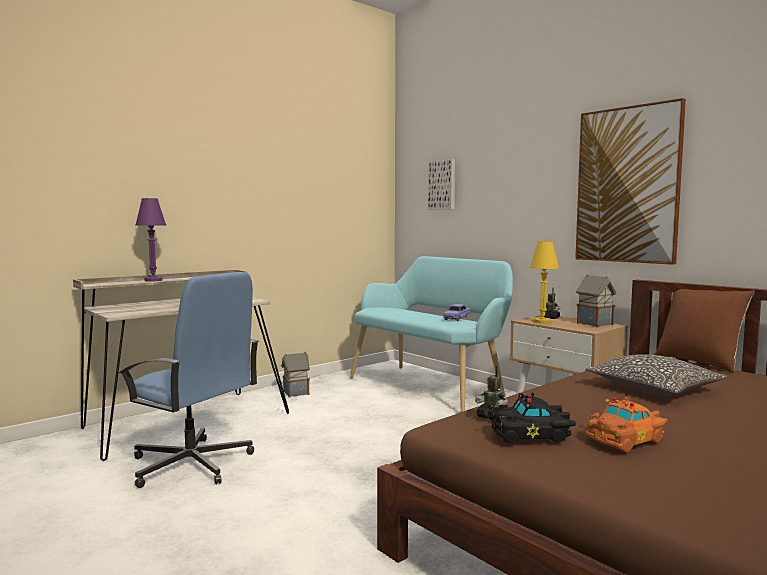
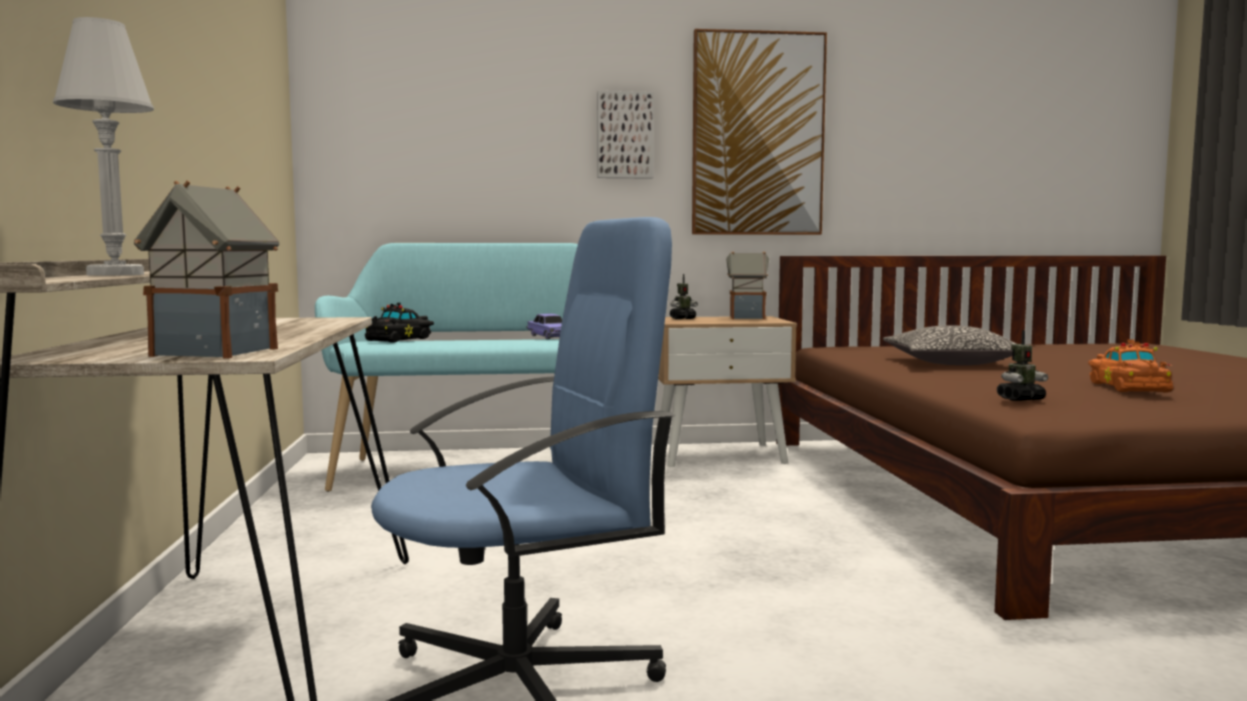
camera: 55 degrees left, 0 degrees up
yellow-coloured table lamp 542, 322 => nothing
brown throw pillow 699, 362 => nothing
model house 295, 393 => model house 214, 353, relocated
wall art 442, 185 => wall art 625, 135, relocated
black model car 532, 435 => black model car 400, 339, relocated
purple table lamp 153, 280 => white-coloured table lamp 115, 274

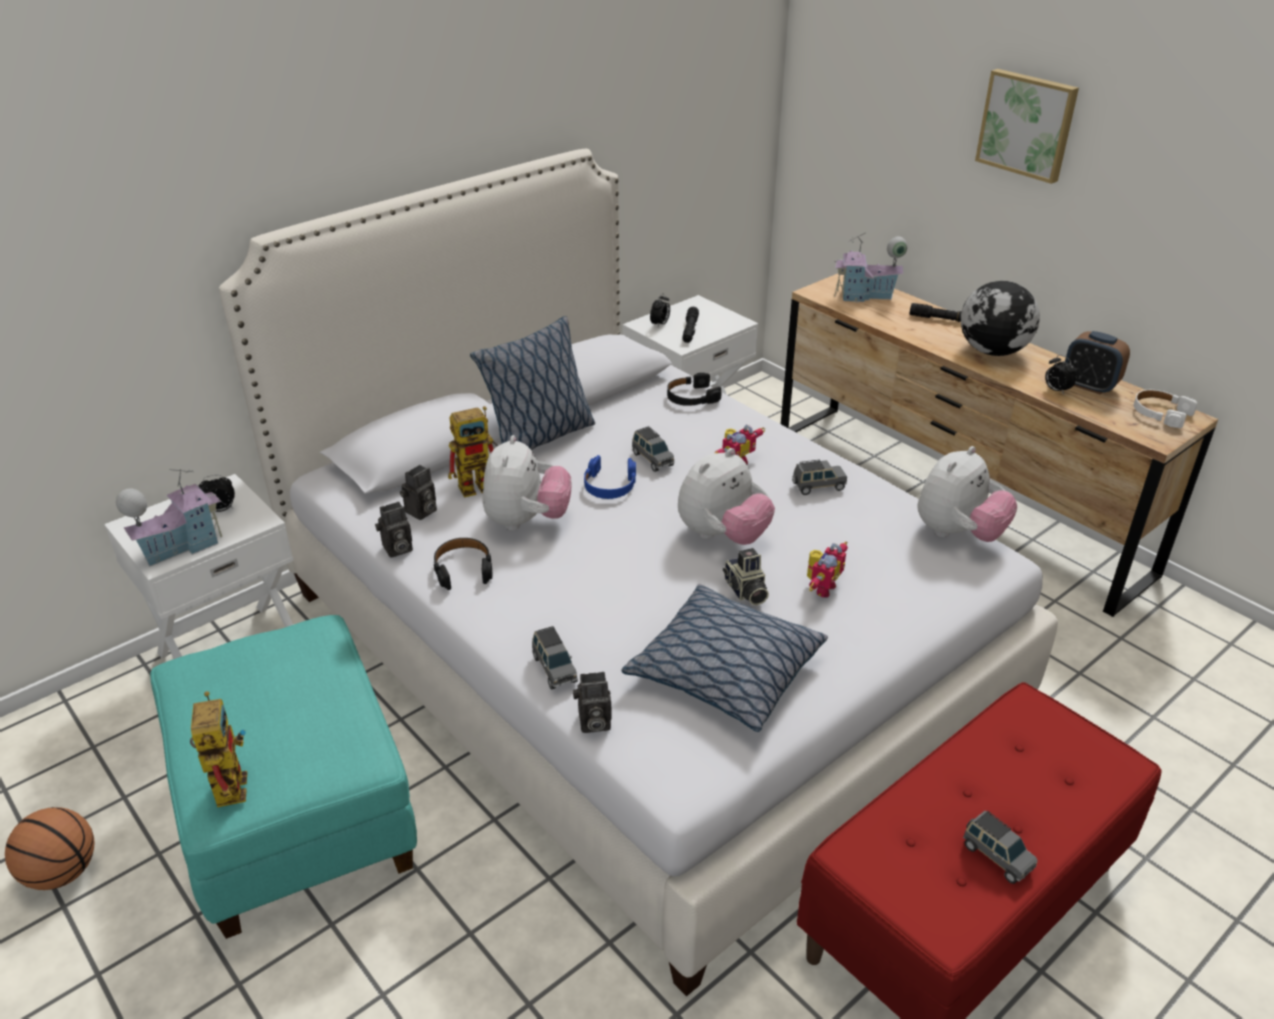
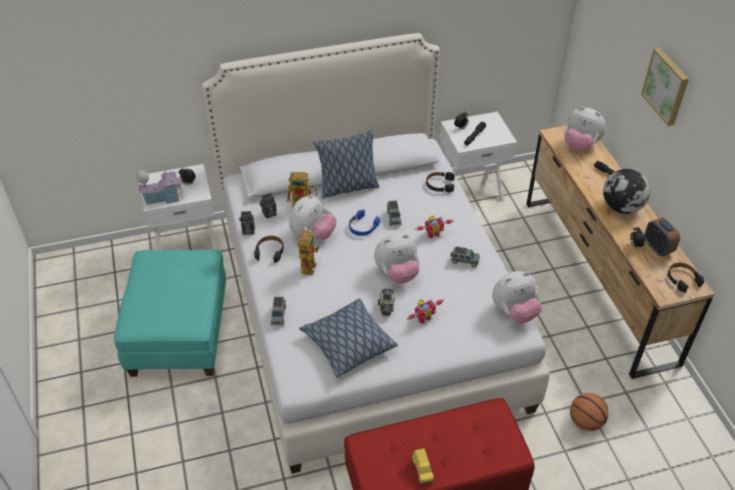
camera: 25 degrees right, 10 degrees up
photo camera 593, 723 => nothing
ball for basketball 62, 872 => ball for basketball 585, 422, relocated
robot figure 227, 782 => robot figure 308, 265, relocated
model house 865, 296 => plush toy 580, 145
greyish model car 996, 856 => yellow-coloured model car 422, 469
white-coloured headphones 1160, 413 => black headphones 682, 279

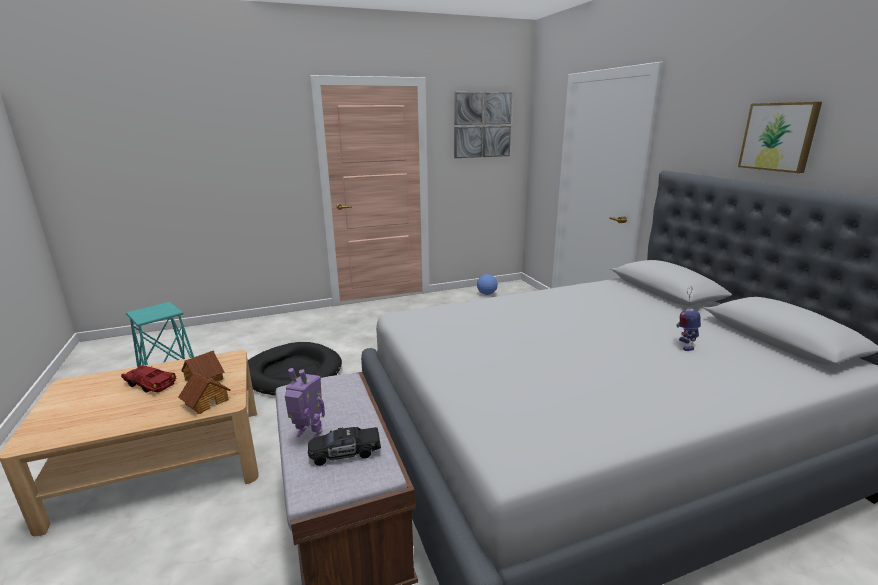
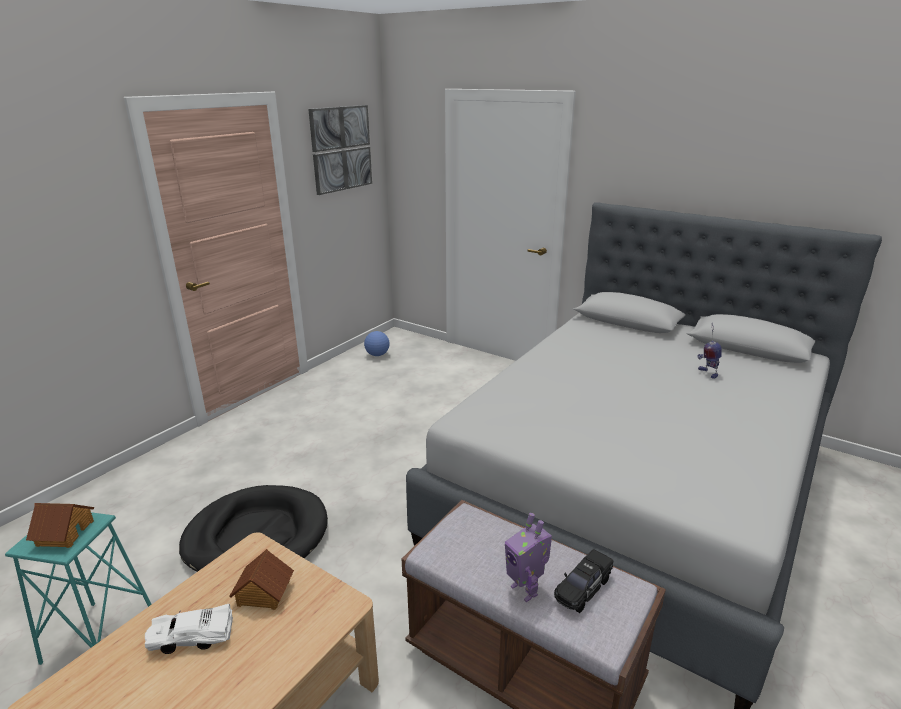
camera: 35 degrees left, 5 degrees up
wall art 779, 136 => nothing
model house 206, 402 => model house 64, 533, relocated
red model car 149, 384 => white-coloured model car 191, 636
robot figure 308, 435 => robot figure 525, 589, 105 degrees counterclockwise

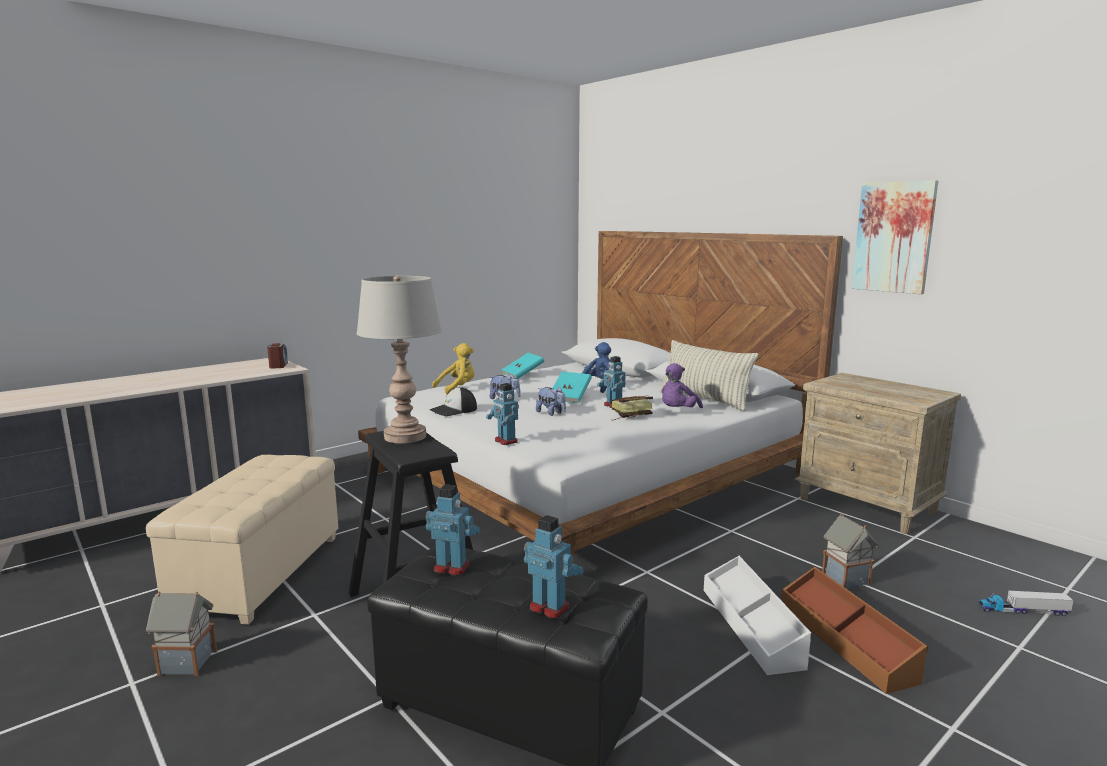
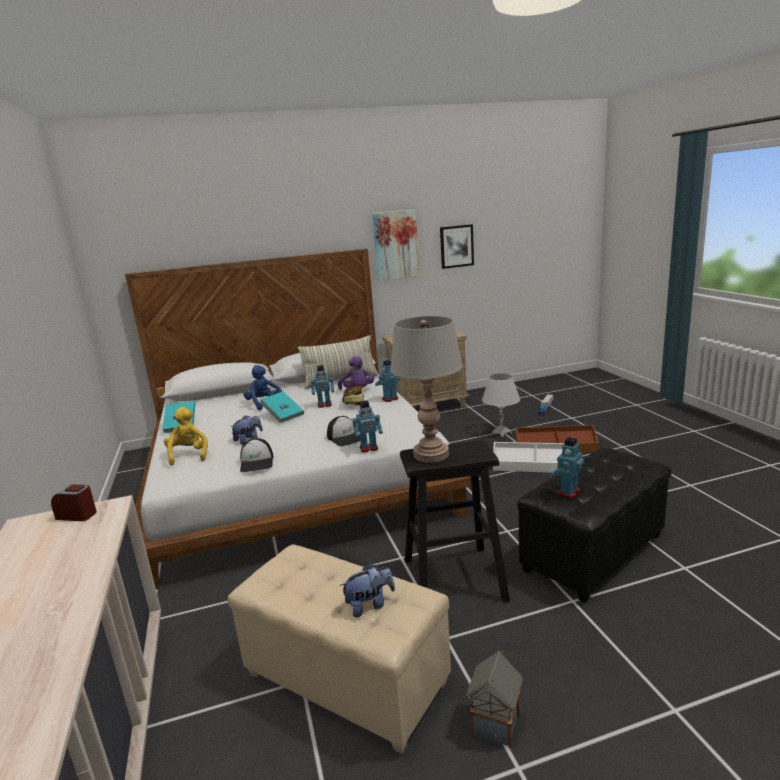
camera: 65 degrees left, 5 degrees up
nothing => baseball cap 346, 437
nothing => wall art 456, 246
robot figure 550, 607 => robot figure 390, 399, relocated
plush toy 551, 413 => plush toy 369, 605, relocated
model house 846, 579 => white-coloured table lamp 501, 433

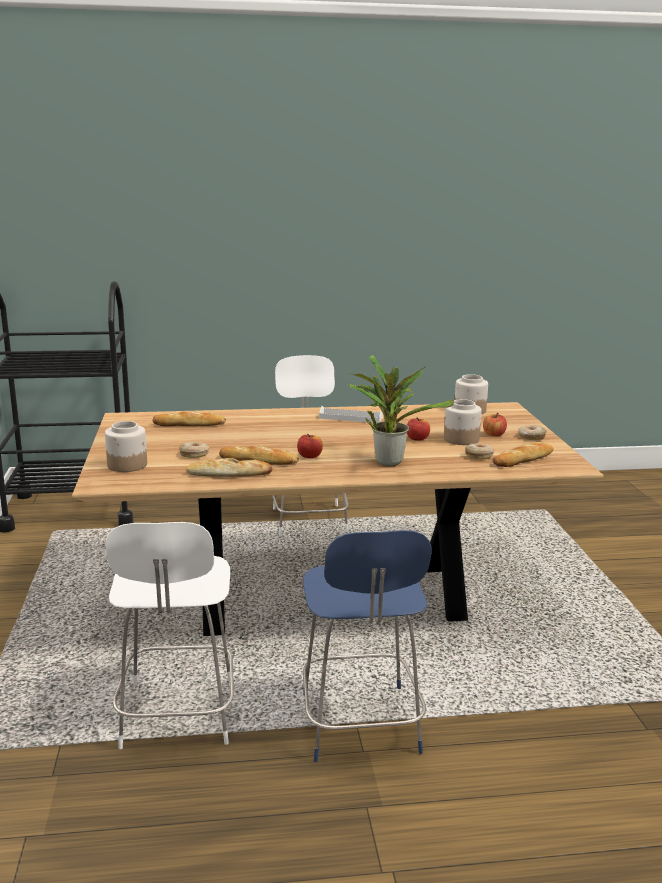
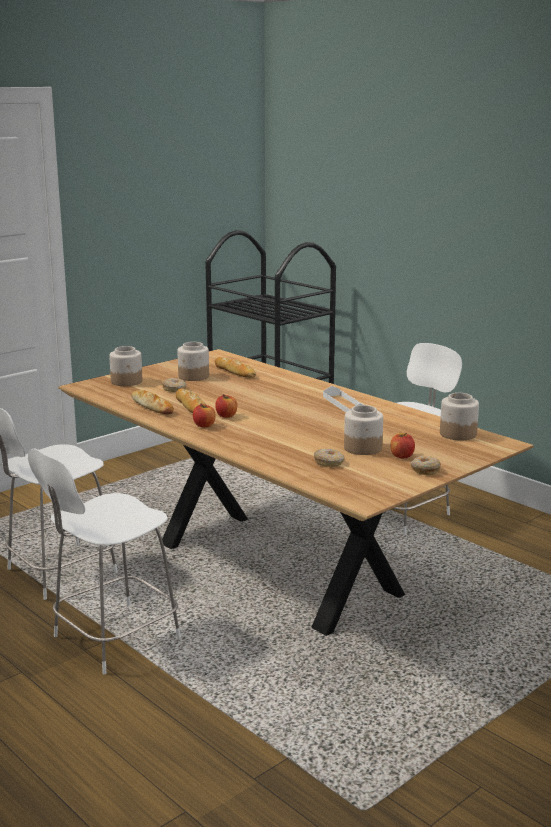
camera: 55 degrees right, 0 degrees up
houseplant 387, 460 => nothing
bakery bread 523, 459 => nothing
nothing => jar 193, 376
apple 417, 439 => apple 204, 425, relocated
blue chair 360, 726 => white-coloured chair 112, 639

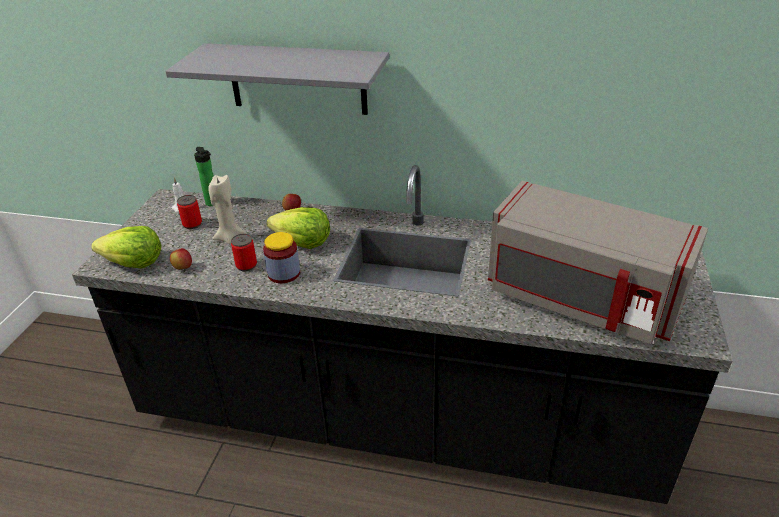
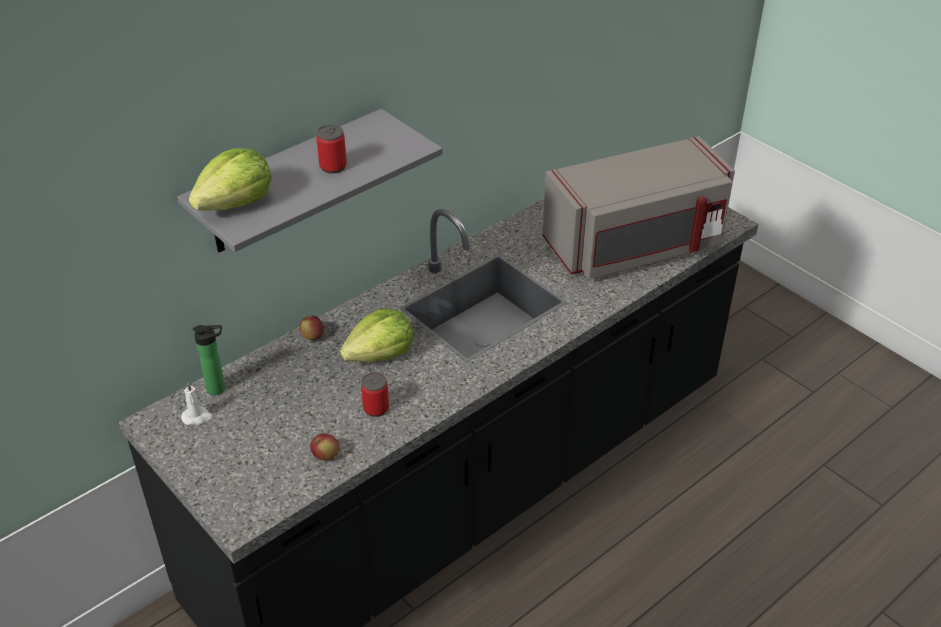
camera: 55 degrees left, 5 degrees up
sand-coloured candle 230, 238 => nothing
jar 284, 273 => nothing
head of lettuce 134, 263 => head of lettuce 236, 203, relocated
metal can 192, 224 => metal can 333, 166, relocated

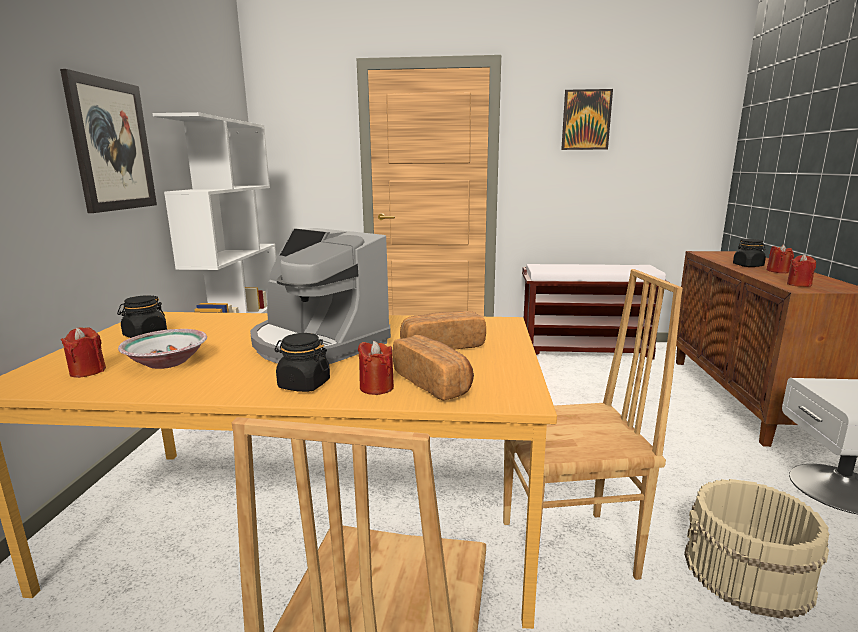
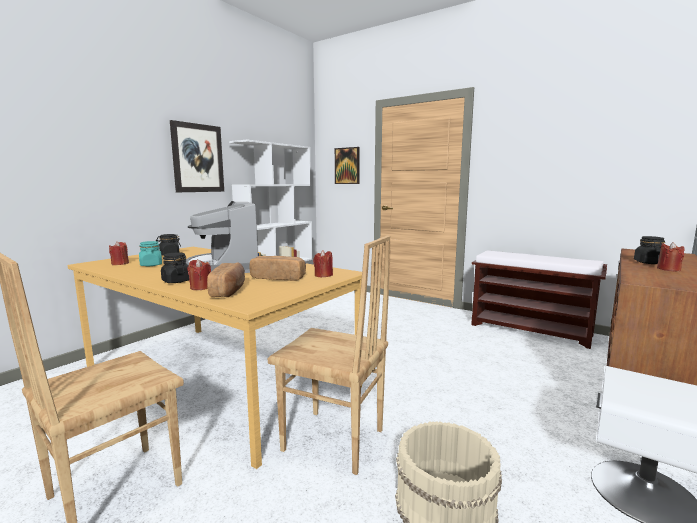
camera: 30 degrees right, 5 degrees down
wall art 586, 120 => wall art 347, 166, relocated
red candle 799, 284 => red candle 323, 275, relocated
bowl 166, 362 => turquoise jar 151, 265

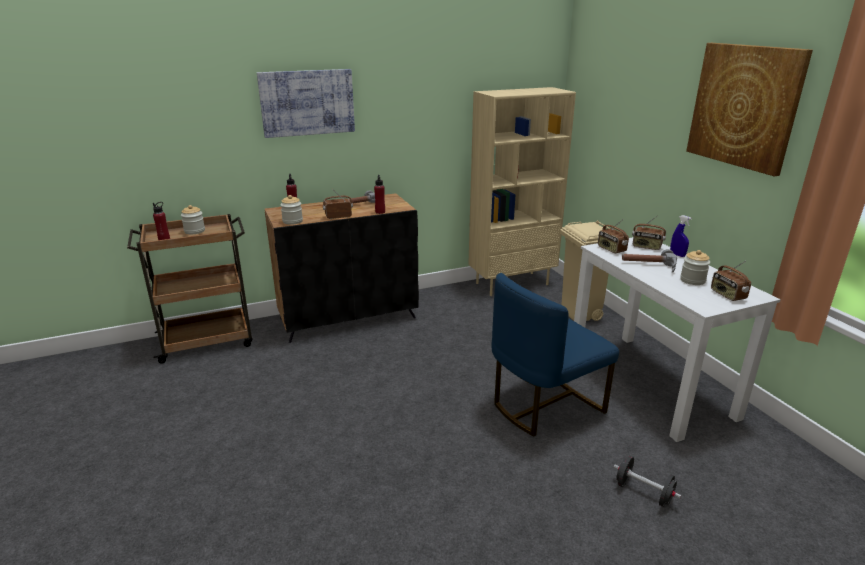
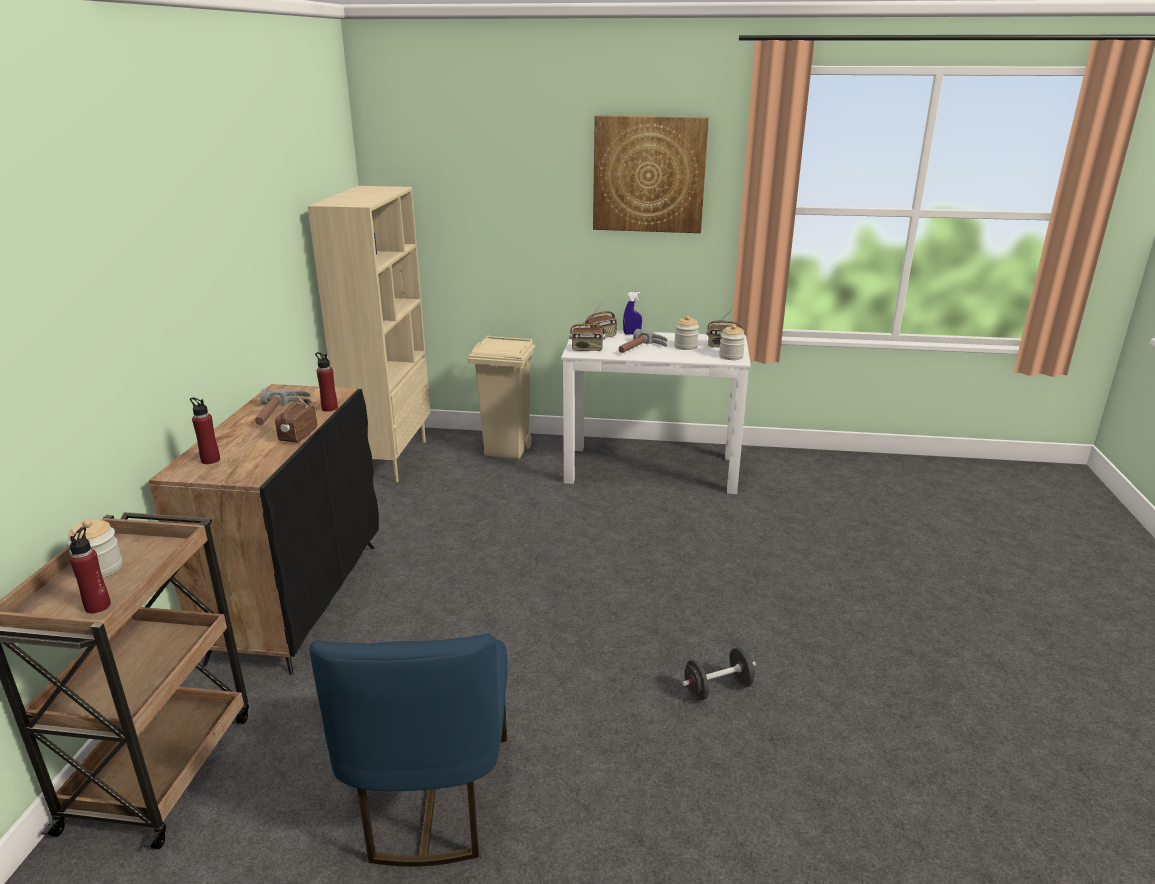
camera: 60 degrees left, 0 degrees up
wall art 307, 102 => nothing
jar 292, 221 => jar 731, 356, relocated
blue chair 544, 405 => blue chair 430, 796, relocated
black free weight 643, 492 => black free weight 718, 688, relocated

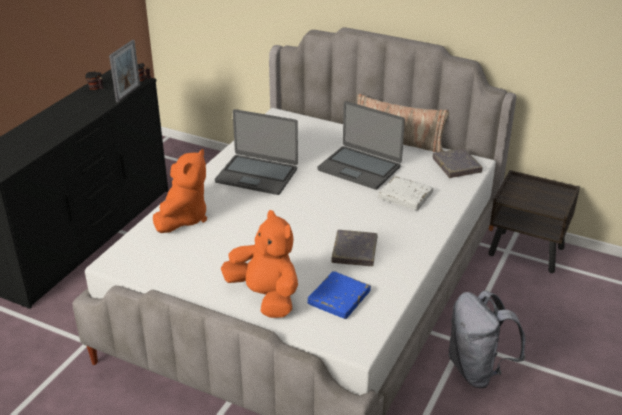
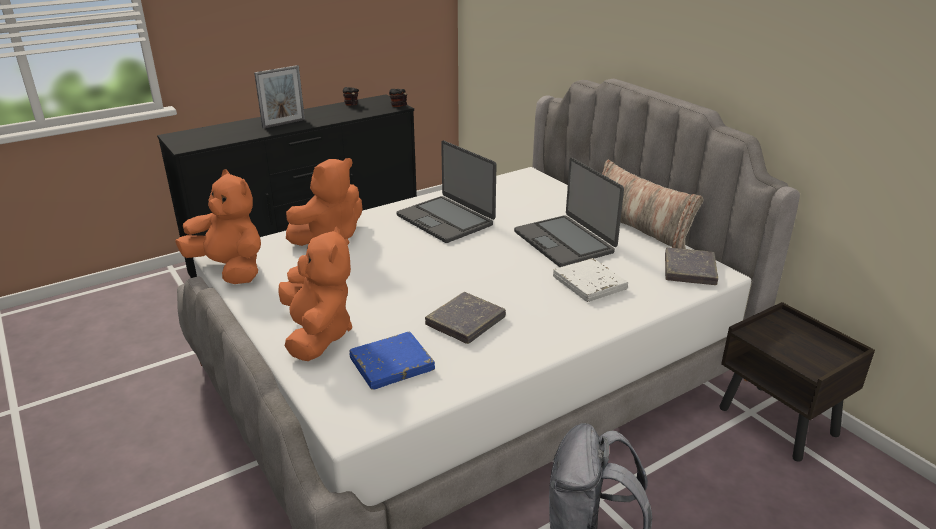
camera: 30 degrees right, 5 degrees down
nothing => orange plush toy 230, 269
photo frame 128, 93 => photo frame 284, 123, relocated

